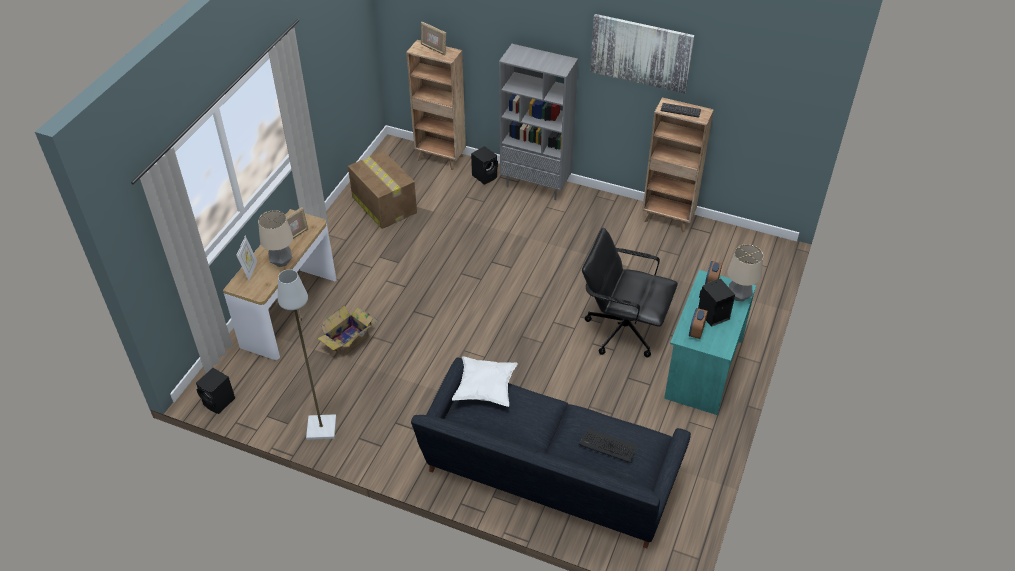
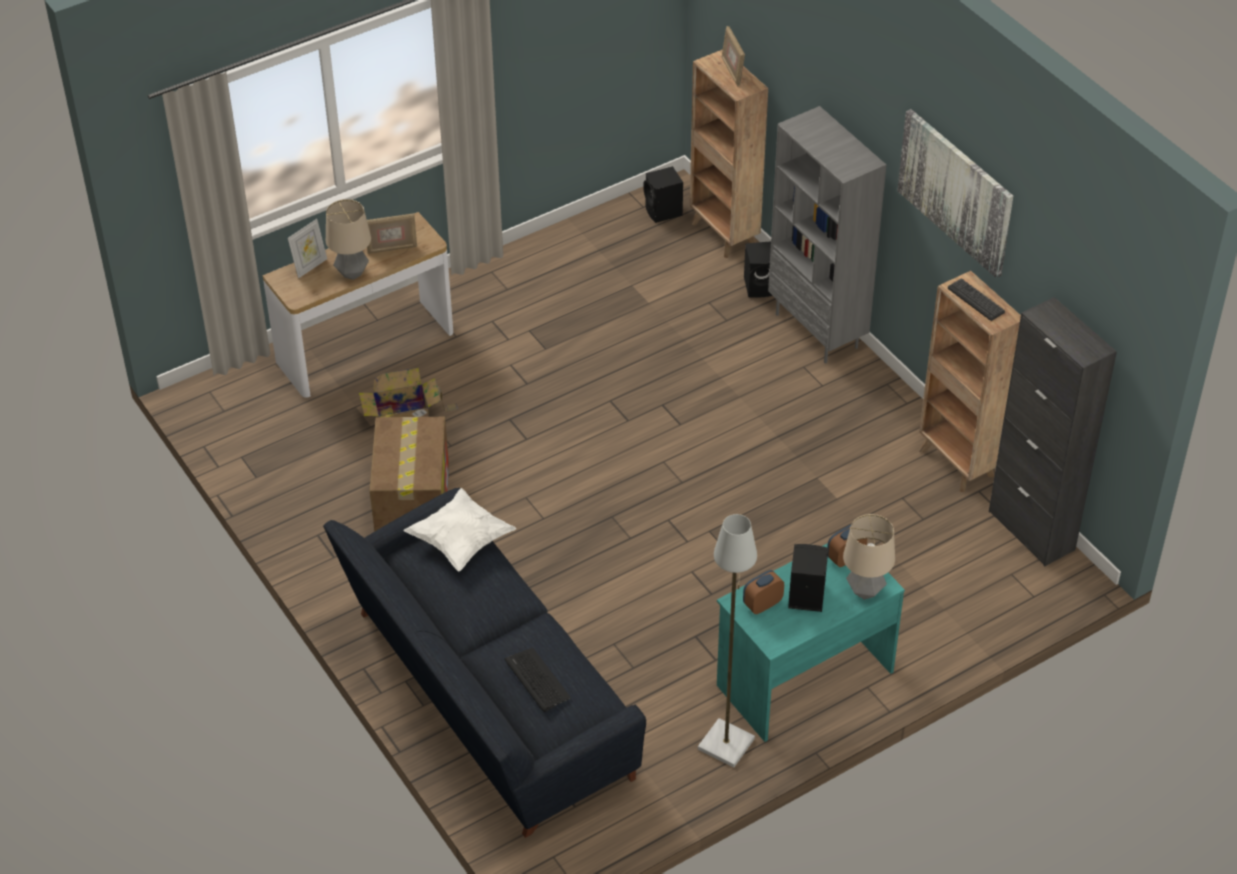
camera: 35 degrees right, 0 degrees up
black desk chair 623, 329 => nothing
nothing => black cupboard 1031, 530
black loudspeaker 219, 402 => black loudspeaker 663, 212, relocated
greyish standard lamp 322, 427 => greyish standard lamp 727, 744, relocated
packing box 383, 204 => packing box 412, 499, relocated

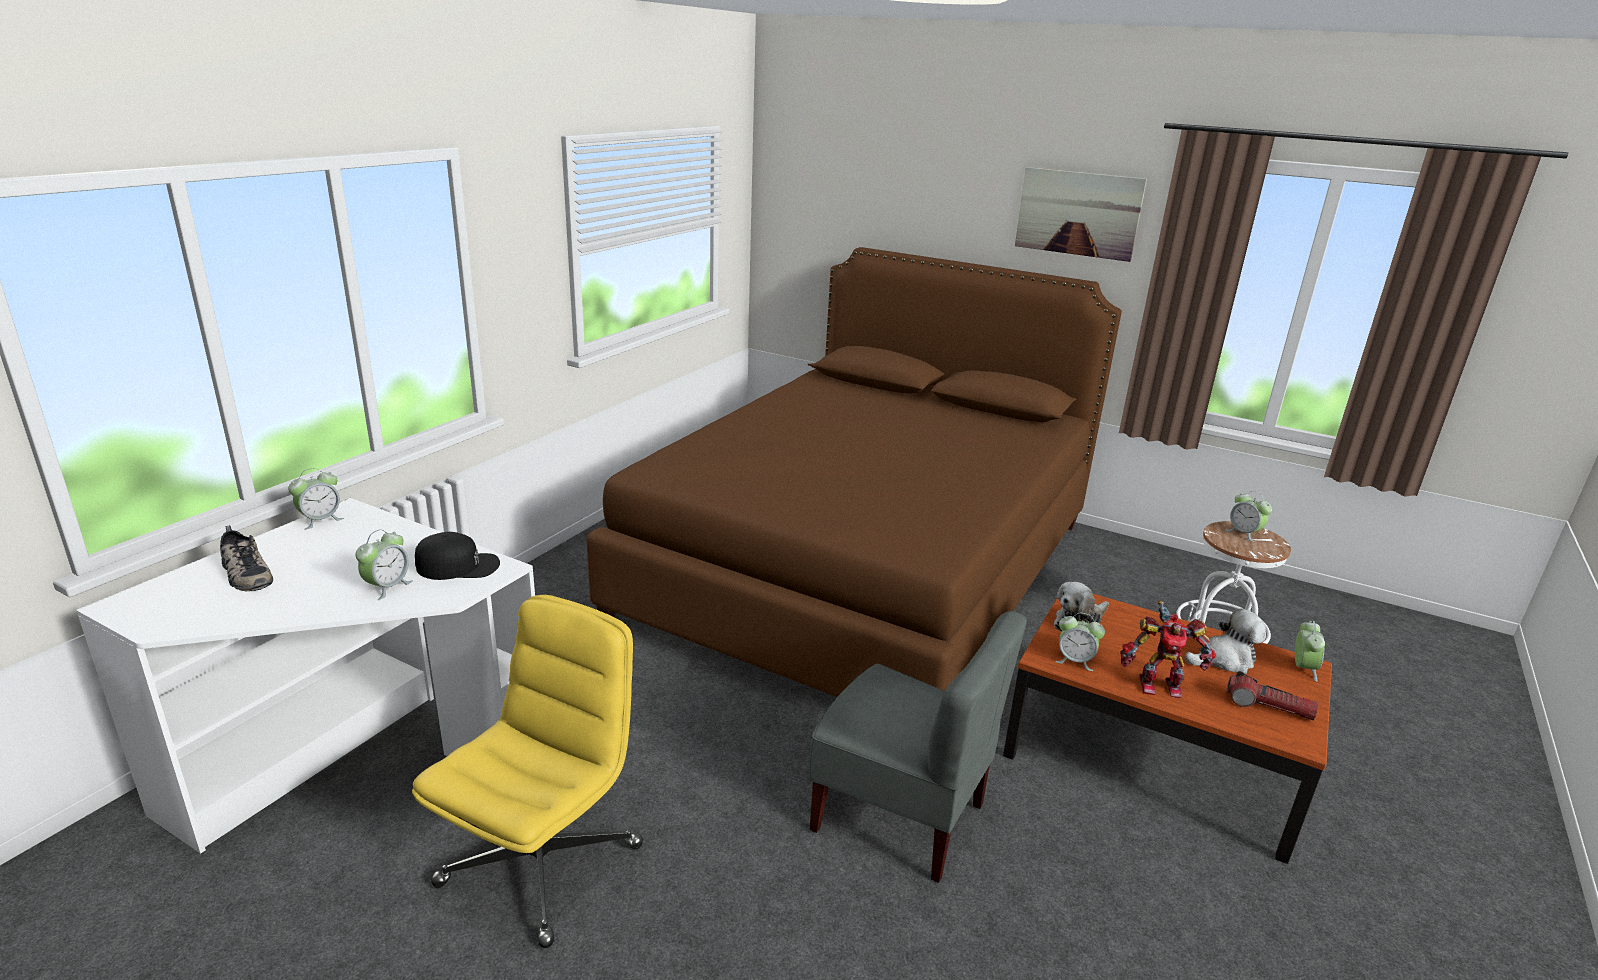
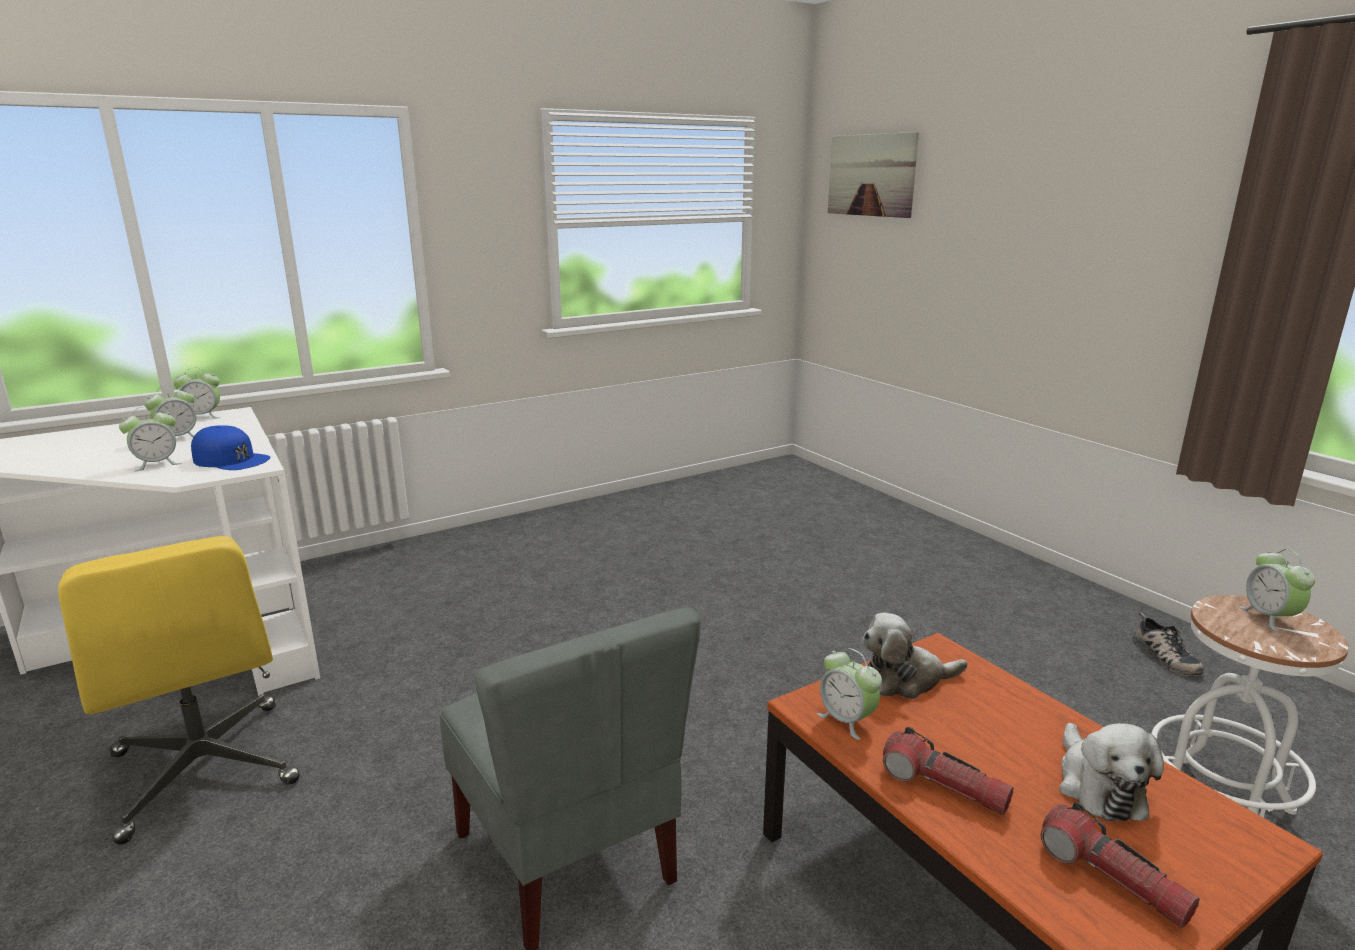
camera: 30 degrees right, 5 degrees down
brown bedroom bed 864, 569 => nothing
item of footwear 244, 573 => item of footwear 1163, 657, relocated
wall art 1078, 213 => wall art 871, 175, relocated
table clock 1302, 668 => table clock 178, 438, relocated
robot figure 1158, 684 => flashlight 943, 786
black baseball cap 458, 566 => blue baseball cap 231, 459
yellow-coloured desk chair 542, 863 => yellow-coloured desk chair 205, 770, 90 degrees clockwise
plush toy 1224, 660 => plush toy 1098, 786, 75 degrees clockwise

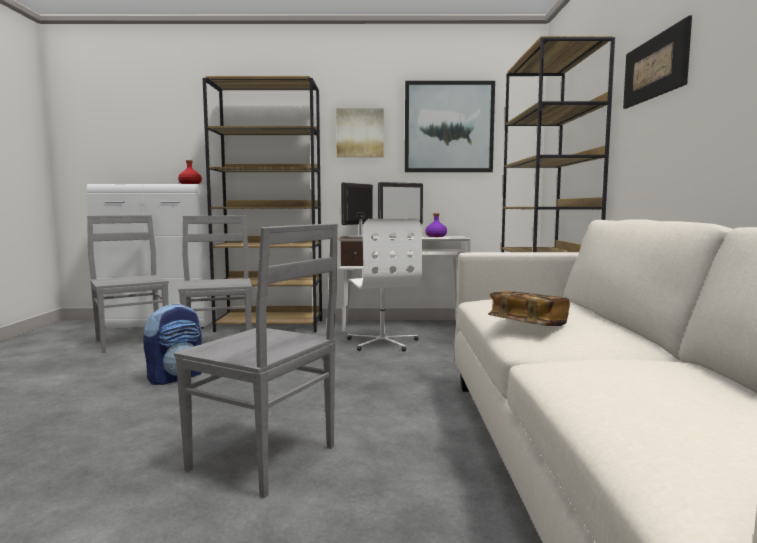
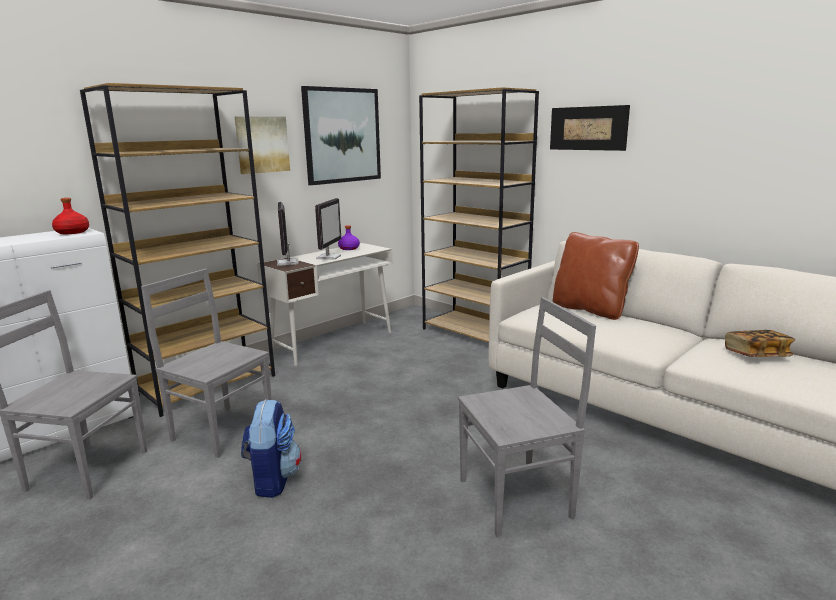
camera: 45 degrees left, 10 degrees up
white-coloured desk chair 383, 343 => nothing
nothing => brown throw pillow 590, 309
book 528, 325 => book 756, 355, relocated

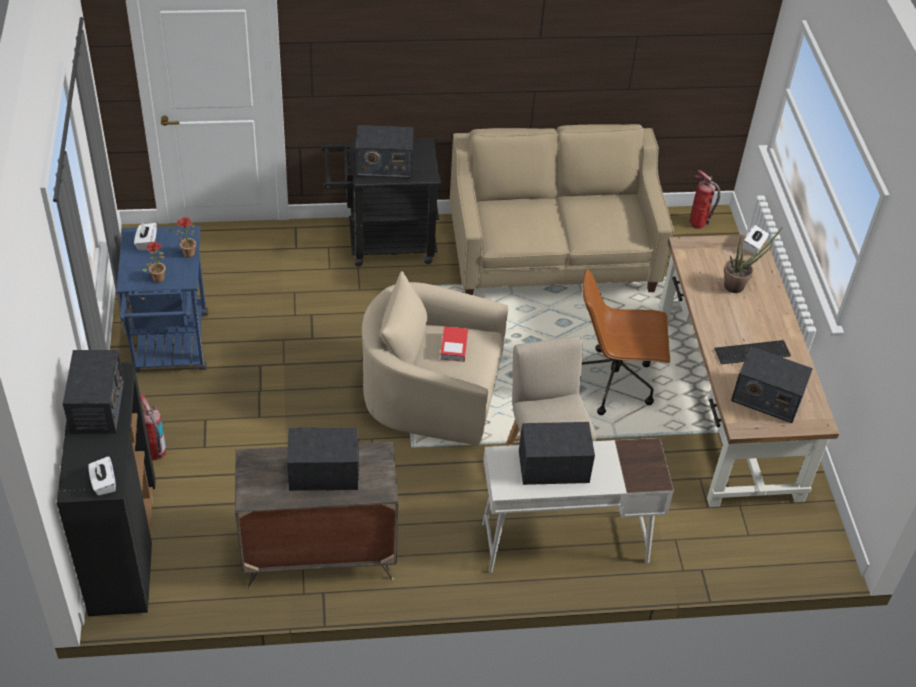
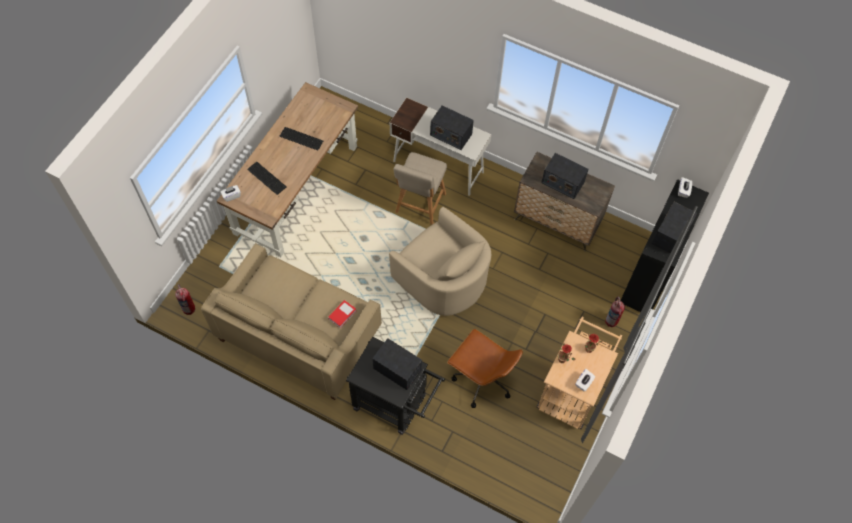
camera: 145 degrees left, 15 degrees up
radio receiver 766, 398 => nothing
book 454, 346 => book 342, 315, relocated
brown desk chair 613, 381 => brown desk chair 481, 379, relocated
houseplant 738, 285 => computer keyboard 267, 177
blue cart 171, 349 => sand-coloured cart 572, 389

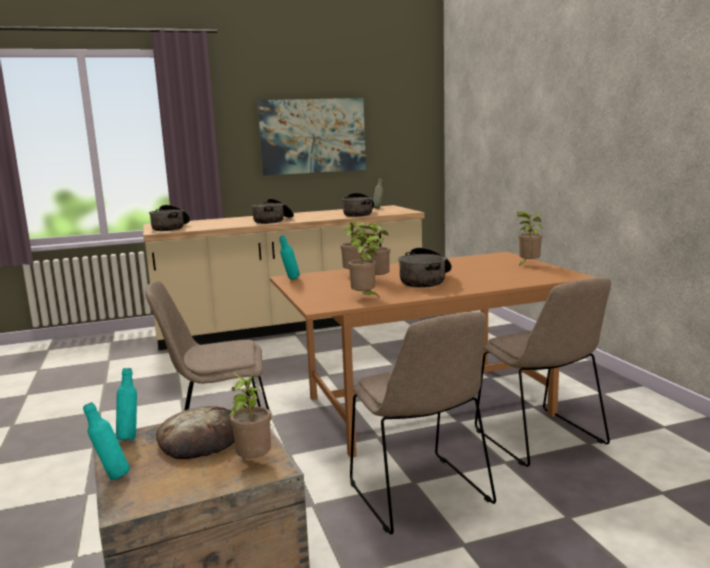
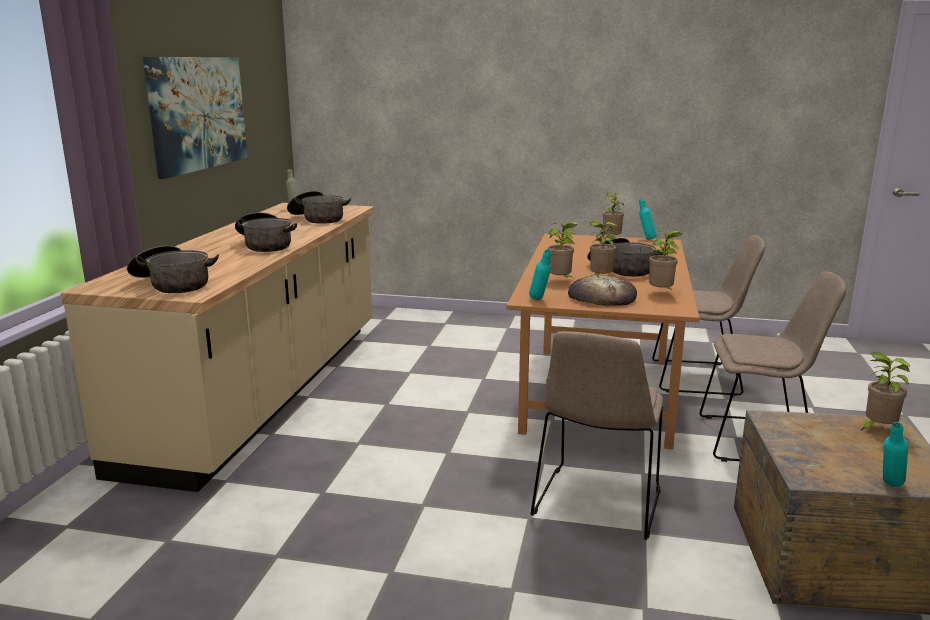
camera: 60 degrees left, 5 degrees up
turquoise beverage bottle 130, 437 => turquoise beverage bottle 646, 239, relocated
bakery bread 203, 438 => bakery bread 602, 296, relocated

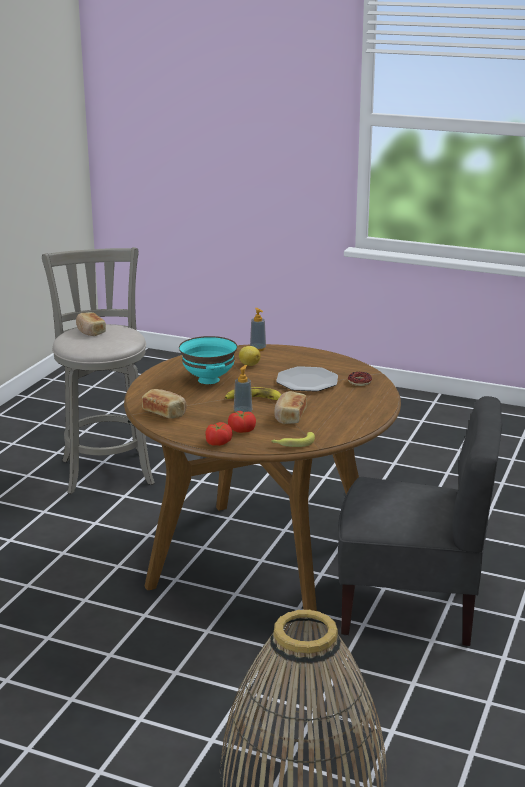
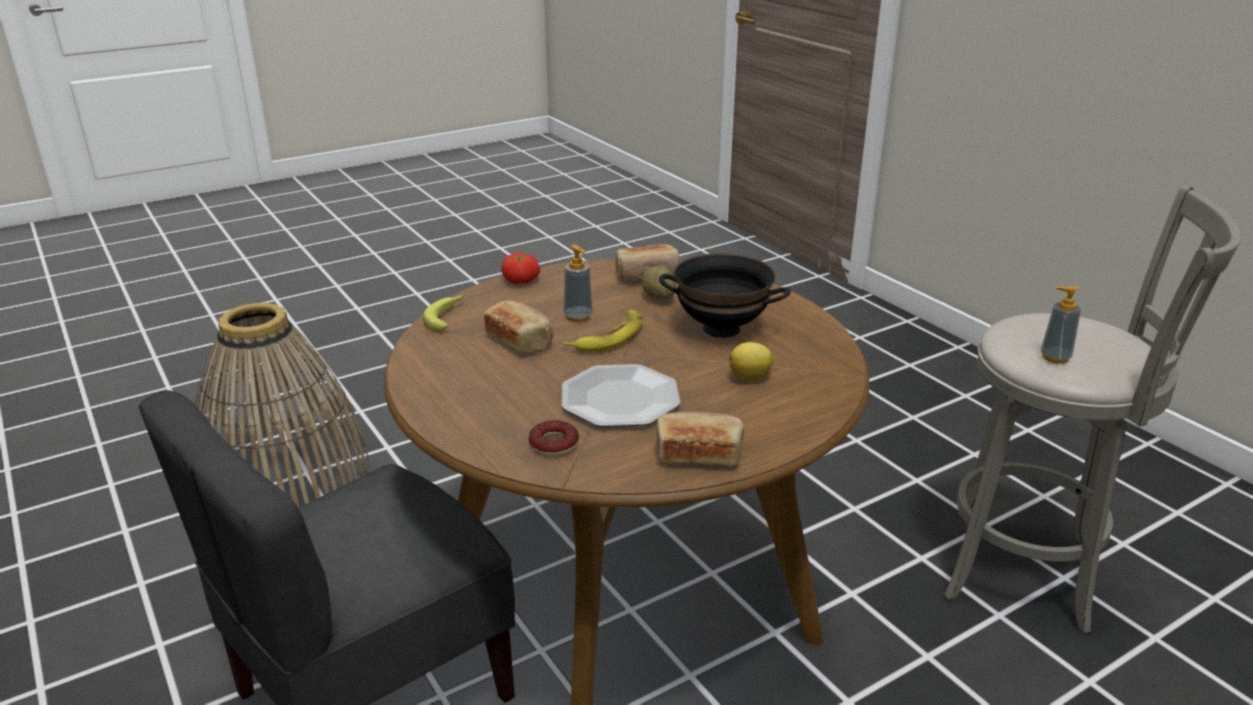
camera: 125 degrees right, 5 degrees up
tomato 242, 430 => nothing
nothing => potato 659, 297
bakery bread 90, 331 => bakery bread 699, 454, relocated
liquid soap bottle 258, 349 => liquid soap bottle 1055, 357, relocated
turquoise bowl 209, 380 => black bowl 721, 329

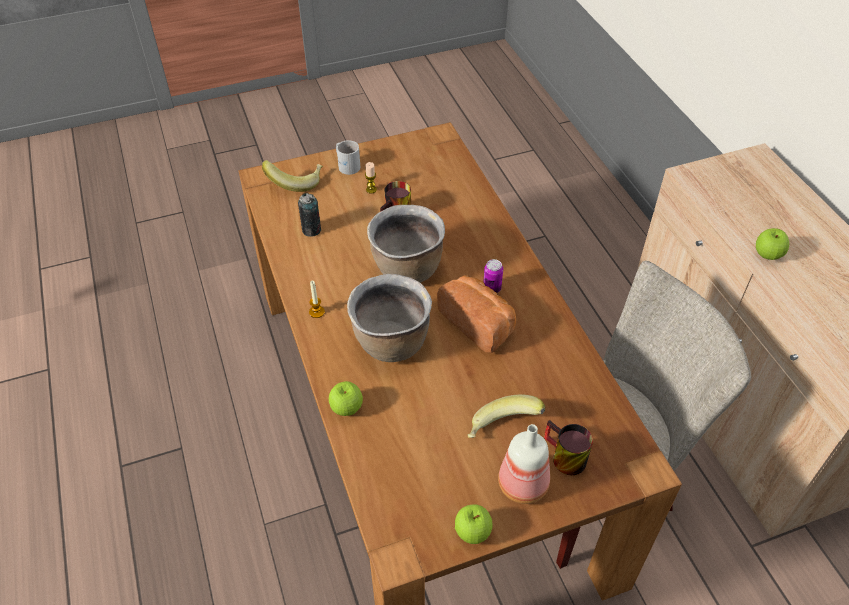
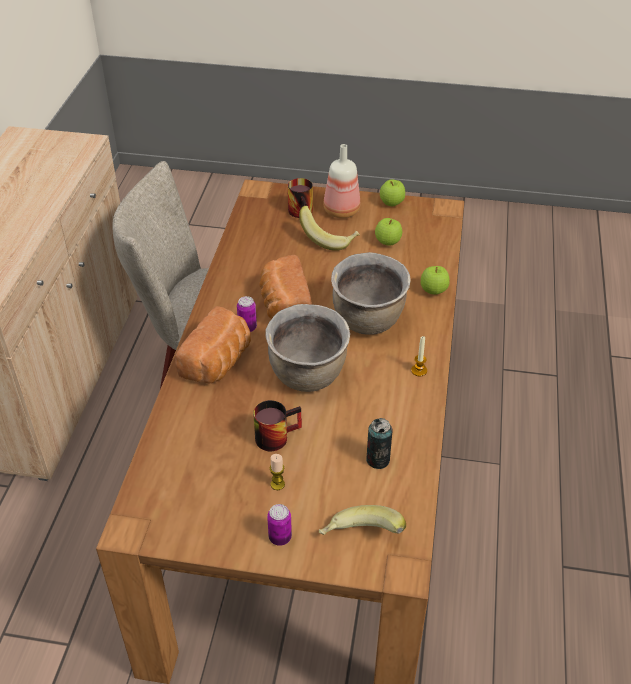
camera: 150 degrees left, 5 degrees down
nothing => bakery bread 219, 362
apple 767, 255 => apple 387, 242, relocated
white-coloured mug 347, 164 => metal can 280, 537

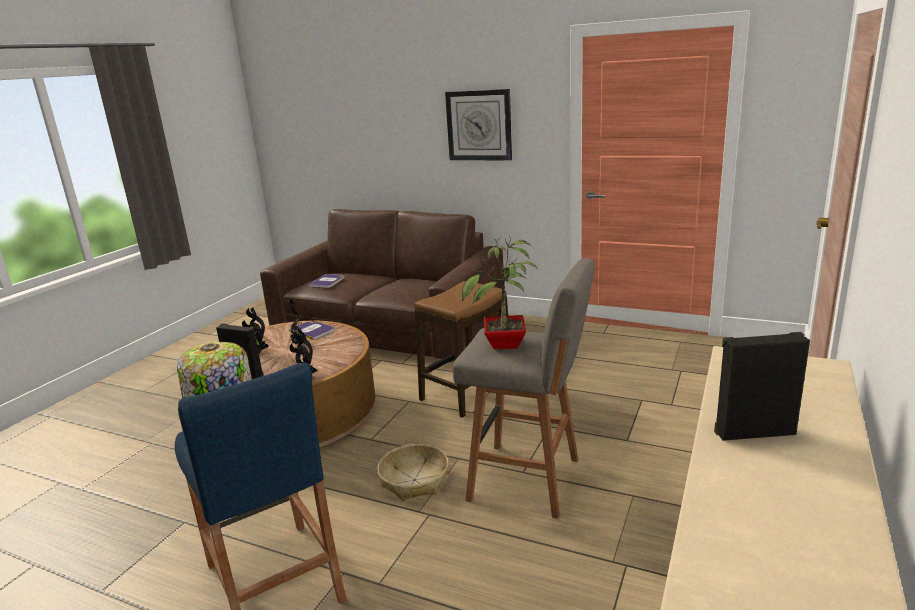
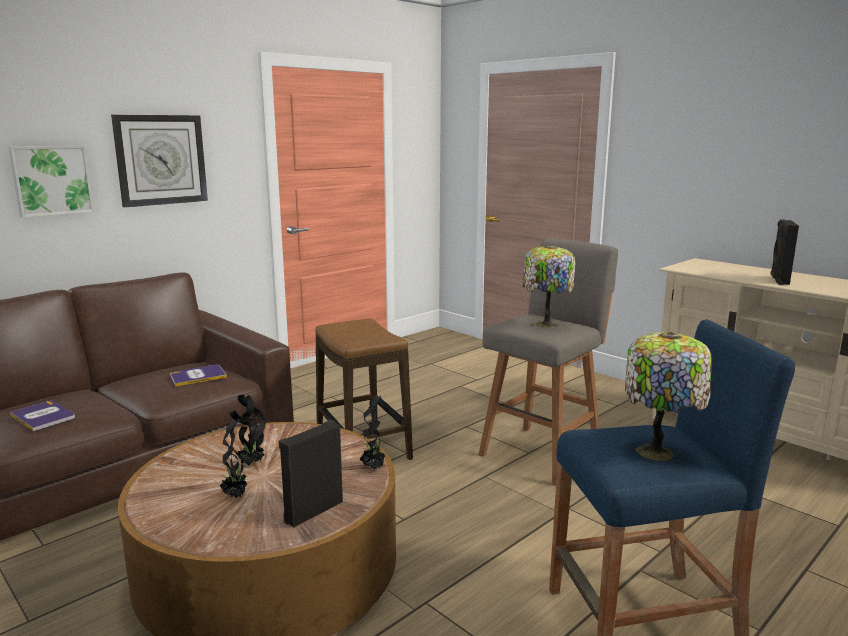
camera: 70 degrees left, 5 degrees down
storage basket 414, 480 => nothing
nothing => wall art 51, 180
book 312, 330 => book 198, 376, relocated
houseplant 505, 345 => table lamp 545, 325

